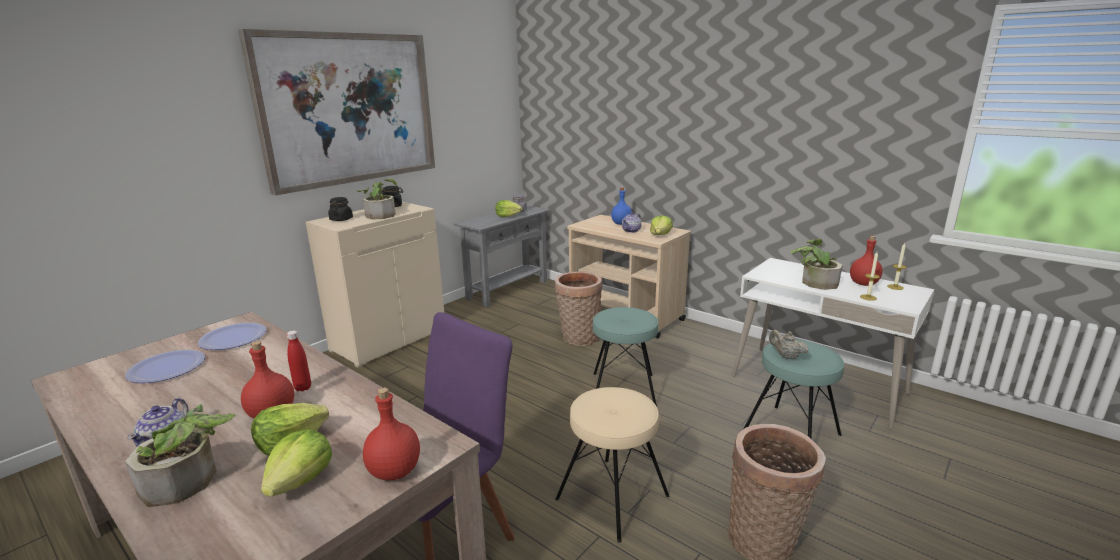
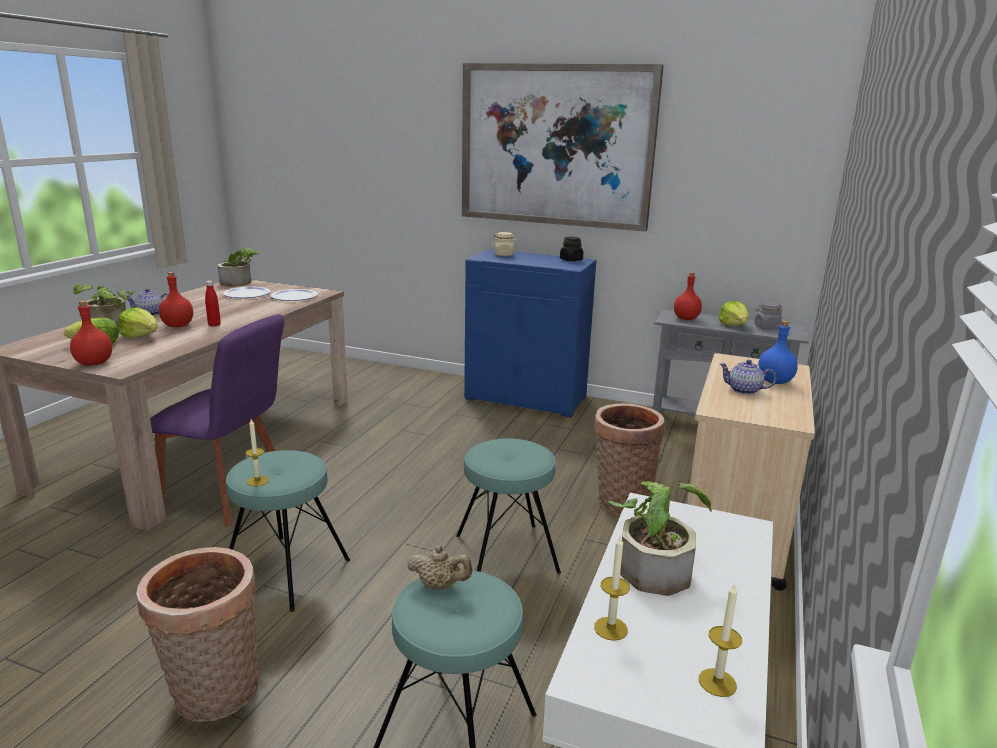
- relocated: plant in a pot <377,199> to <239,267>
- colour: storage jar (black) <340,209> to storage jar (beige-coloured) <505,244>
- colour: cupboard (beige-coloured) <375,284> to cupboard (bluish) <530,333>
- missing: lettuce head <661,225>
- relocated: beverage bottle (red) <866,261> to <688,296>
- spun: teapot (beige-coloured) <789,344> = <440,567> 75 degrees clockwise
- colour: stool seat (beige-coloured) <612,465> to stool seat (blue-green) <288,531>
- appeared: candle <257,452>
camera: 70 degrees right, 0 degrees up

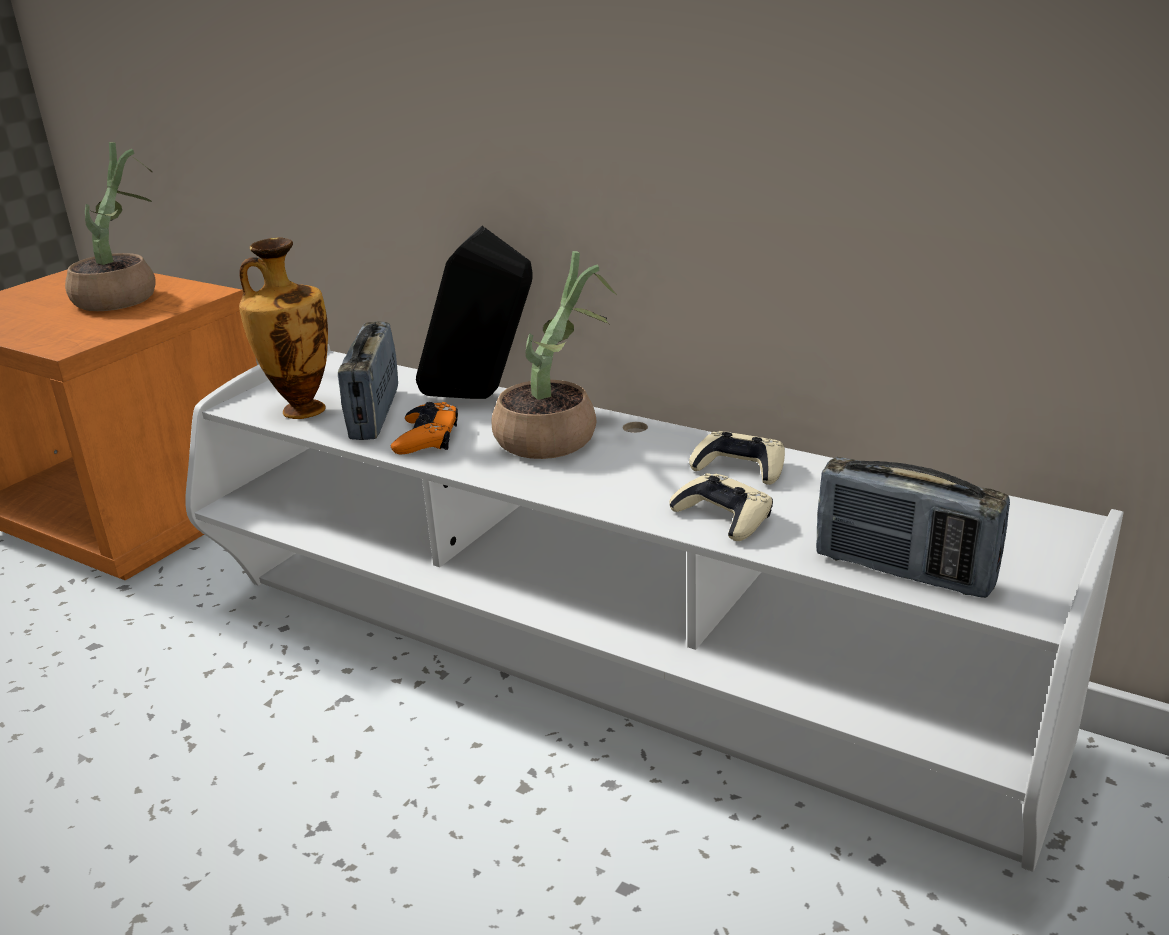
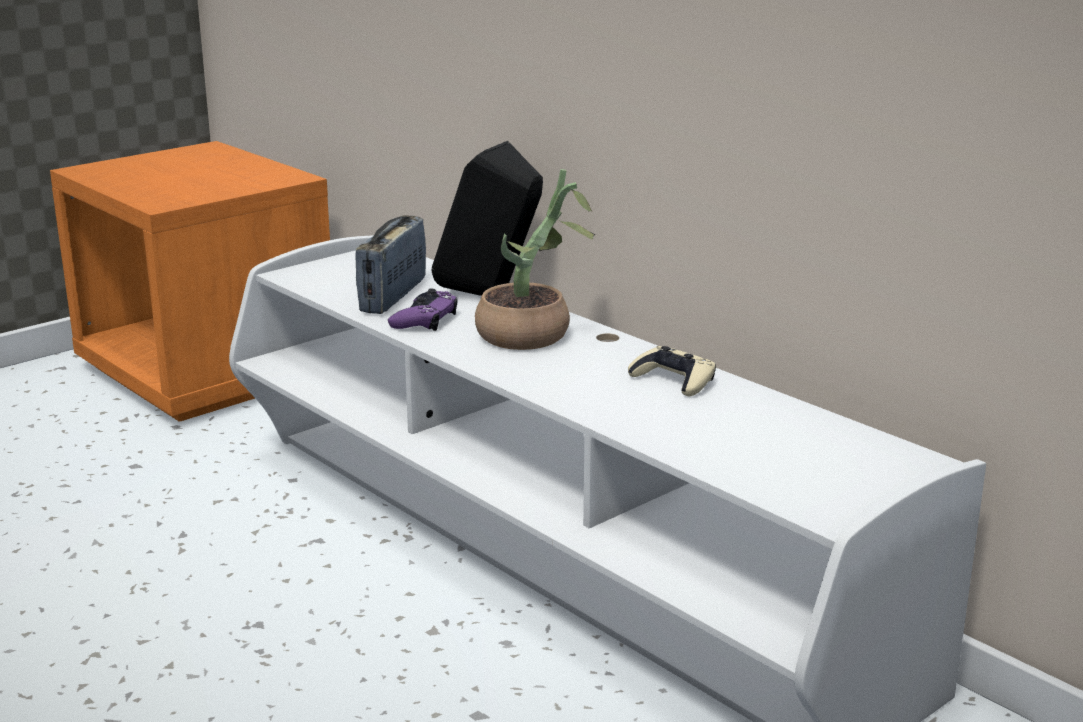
- missing: plant in a pot <110,226>
- missing: decorative vase <283,328>
- colour: joypad (orange) <424,428> to joypad (purple) <423,309>
- missing: radio <913,527>
- missing: joypad (beige-coloured) <721,507>
camera: 15 degrees right, 5 degrees down

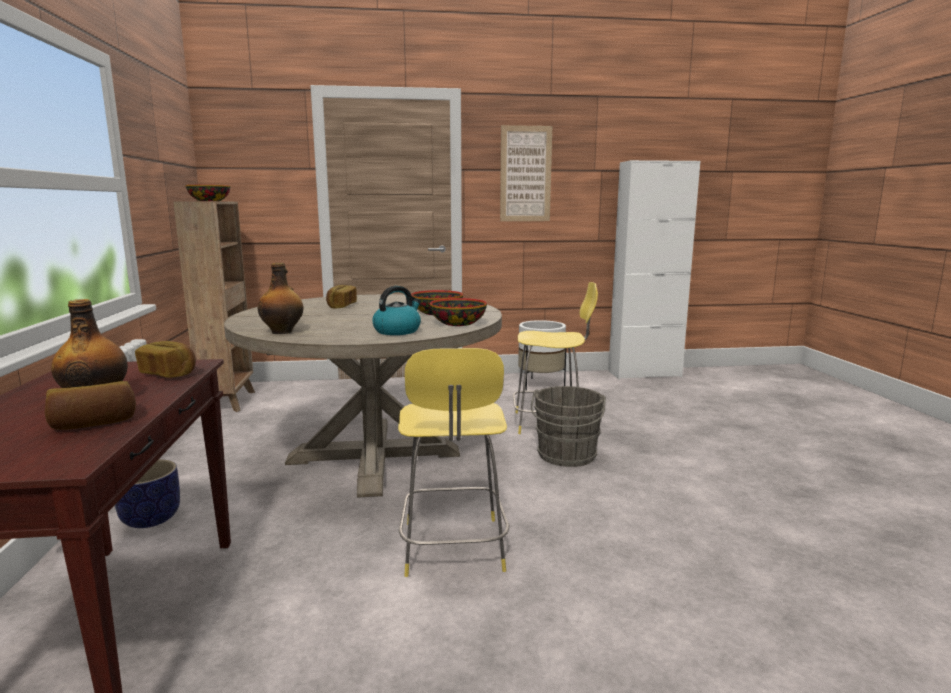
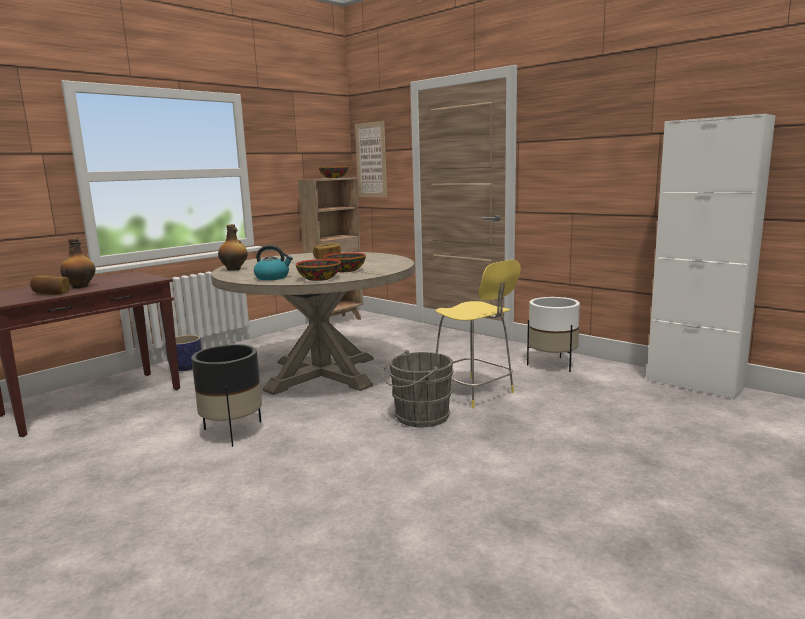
- relocated: wall art <526,173> to <371,159>
- missing: baked bread <165,359>
- exchanged: stool seat (yellow-coloured) <453,462> to plant pot (black) <226,395>
camera: 50 degrees right, 0 degrees up

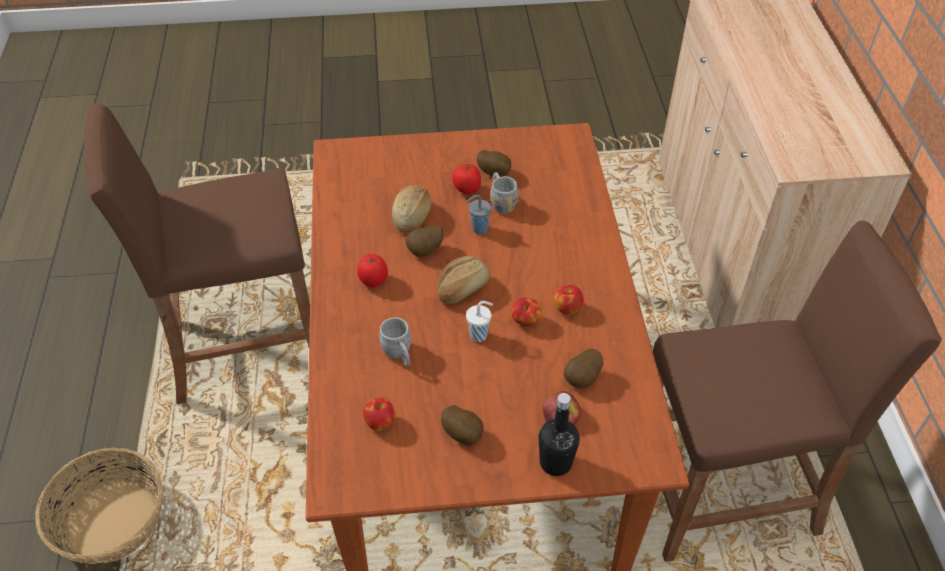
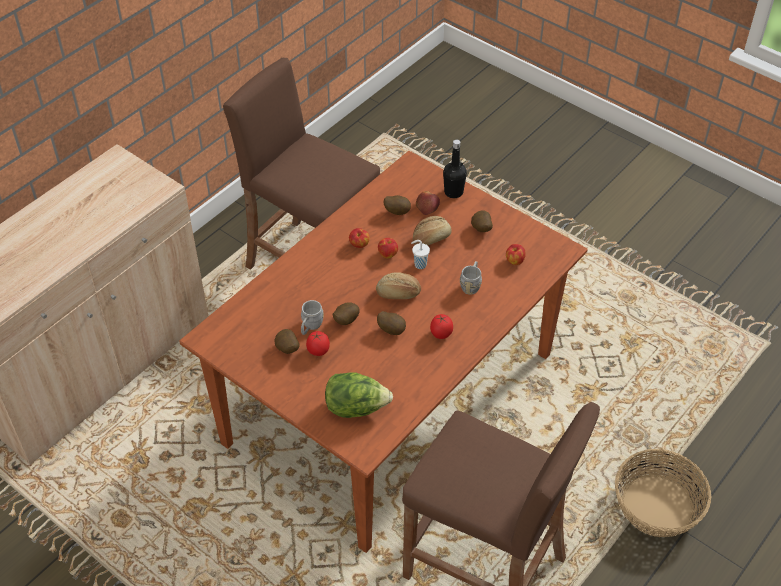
- relocated: baked bread <411,209> to <432,231>
- exchanged: small cup (greyish) <479,214> to potato <346,314>
- appeared: lettuce head <359,395>
camera: 135 degrees left, 0 degrees up

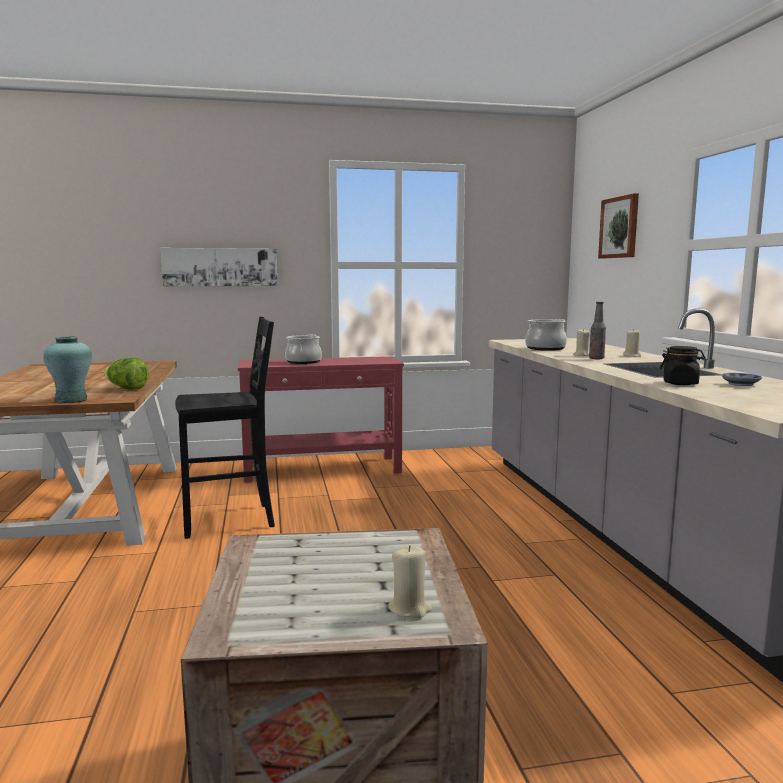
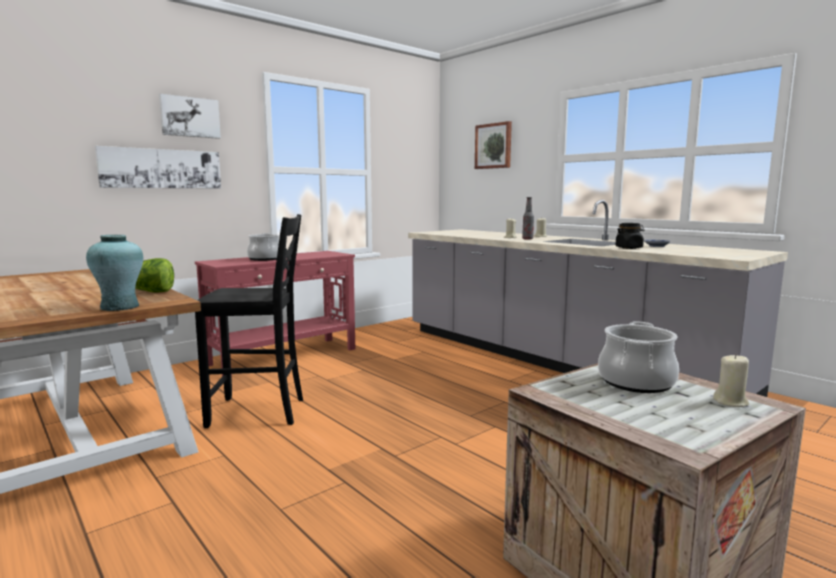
- spun: chair (black) <225,428> = <249,321> 45 degrees clockwise
- relocated: saucepot <546,335> to <638,357>
- appeared: wall art <190,116>
camera: 30 degrees left, 0 degrees up

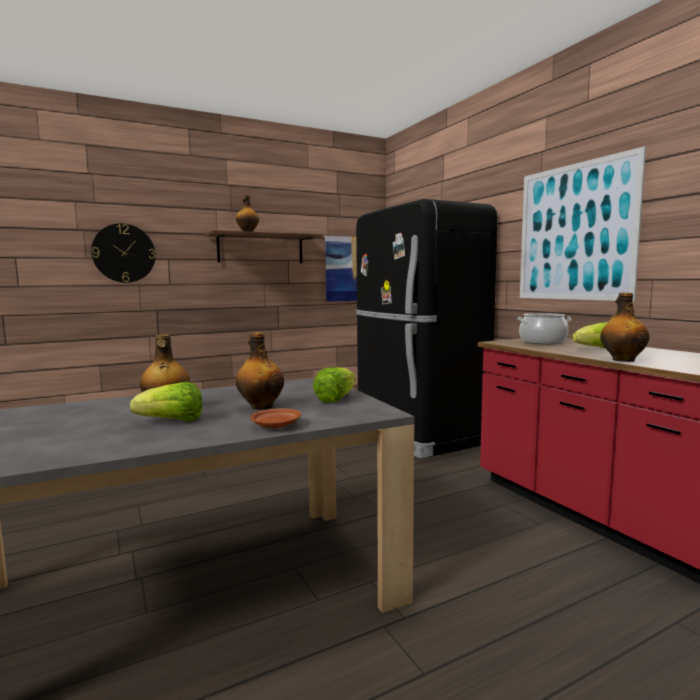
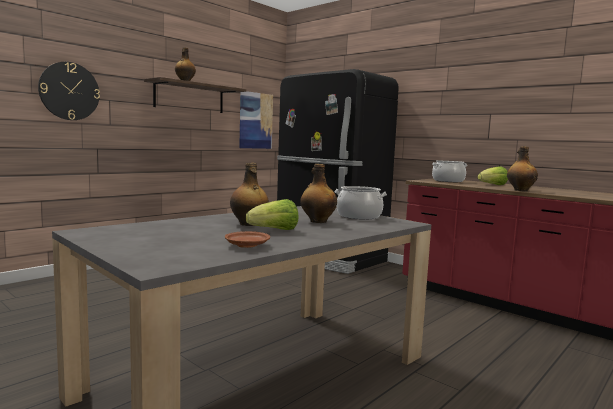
- missing: wall art <583,223>
- exchanged: lettuce head <334,385> to saucepot <361,203>
- relocated: plate (brown-coloured) <275,418> to <247,239>
camera: 20 degrees left, 0 degrees up

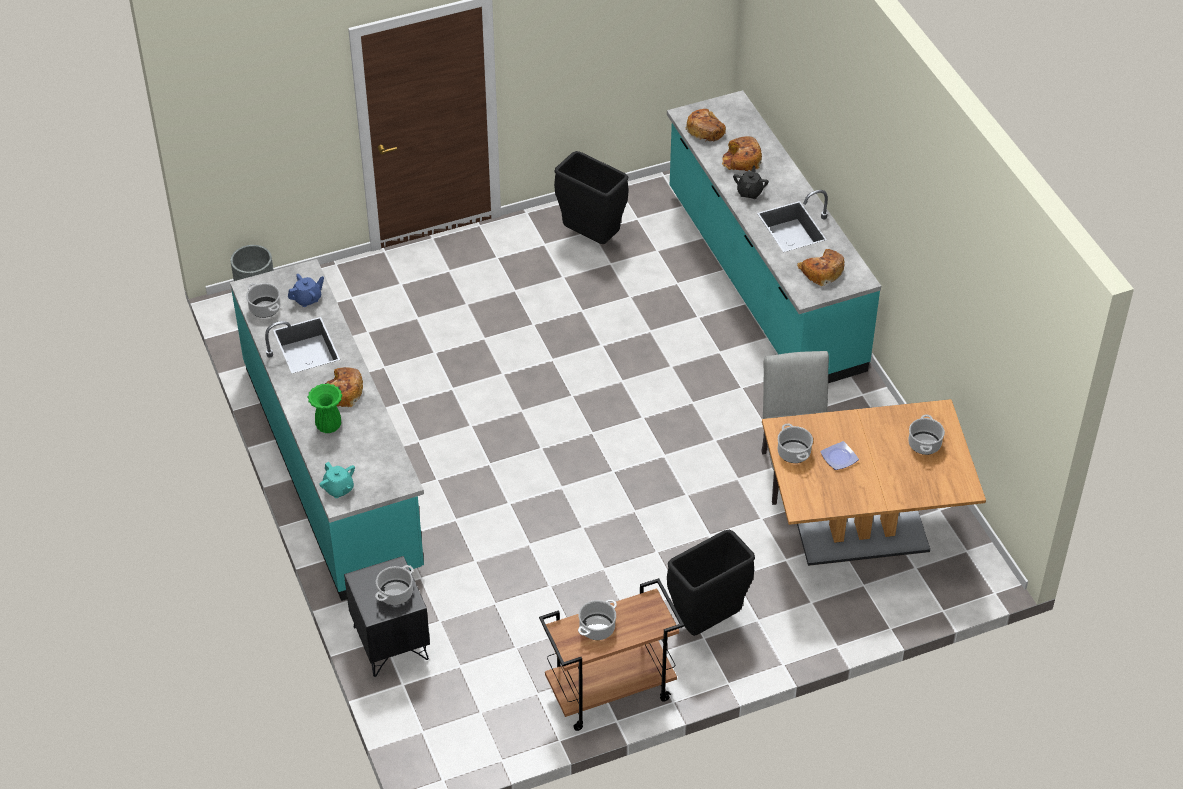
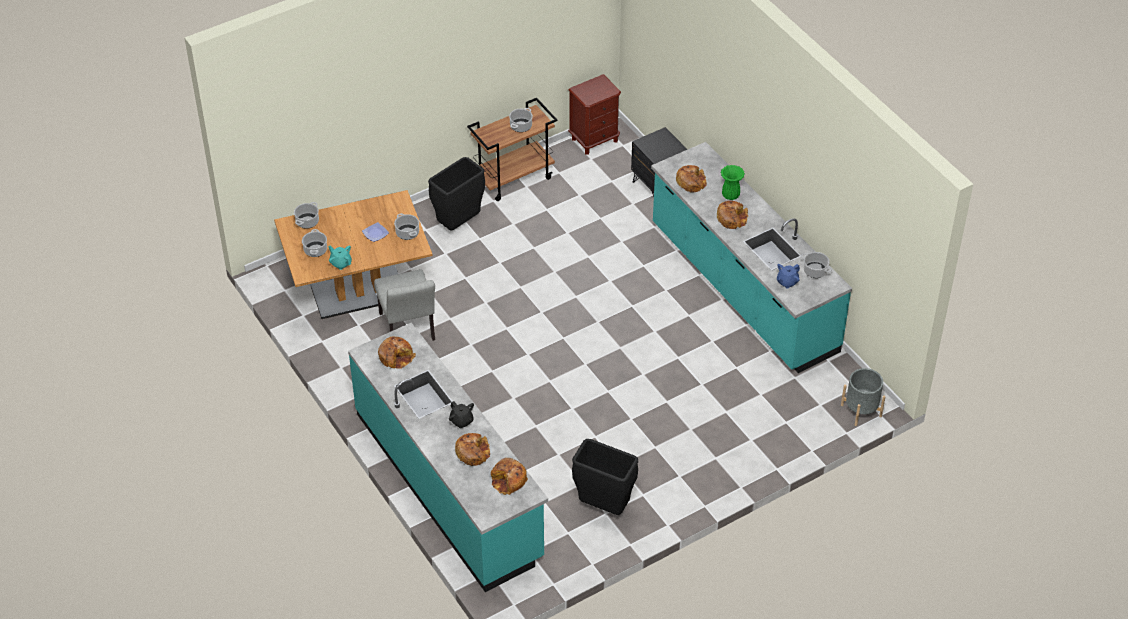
- spun: teapot (black) <751,182> = <461,414> 45 degrees counterclockwise
- relocated: teapot (blue-green) <337,480> to <340,257>
- relocated: saucepot <394,585> to <306,215>
- appeared: bedside table (brown-coloured) <594,114>
- appeared: baked bread <691,179>
camera: 170 degrees right, 0 degrees up

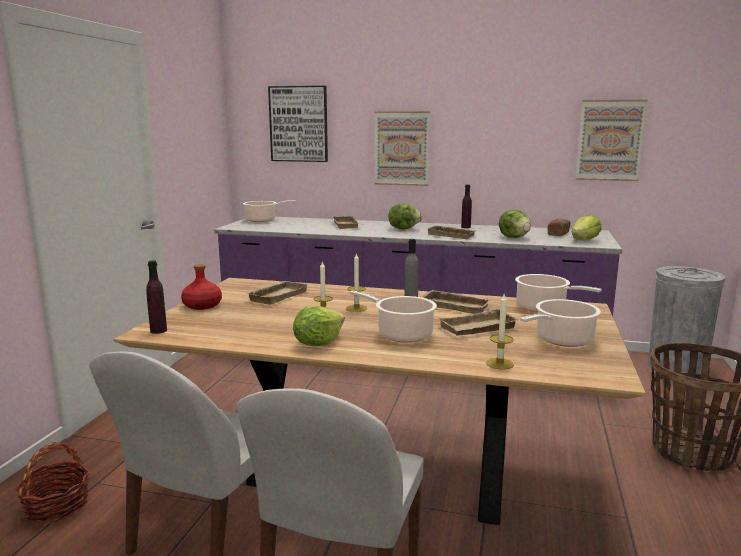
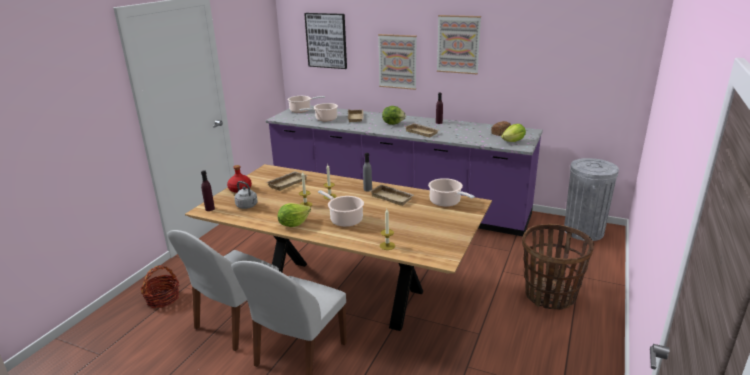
- relocated: wall art <612,140> to <459,44>
- missing: lettuce head <515,224>
- relocated: saucepot <560,323> to <319,112>
- missing: carrying tray (beige-coloured) <479,322>
- appeared: water kettle (greyish) <245,195>
camera: 10 degrees right, 10 degrees up

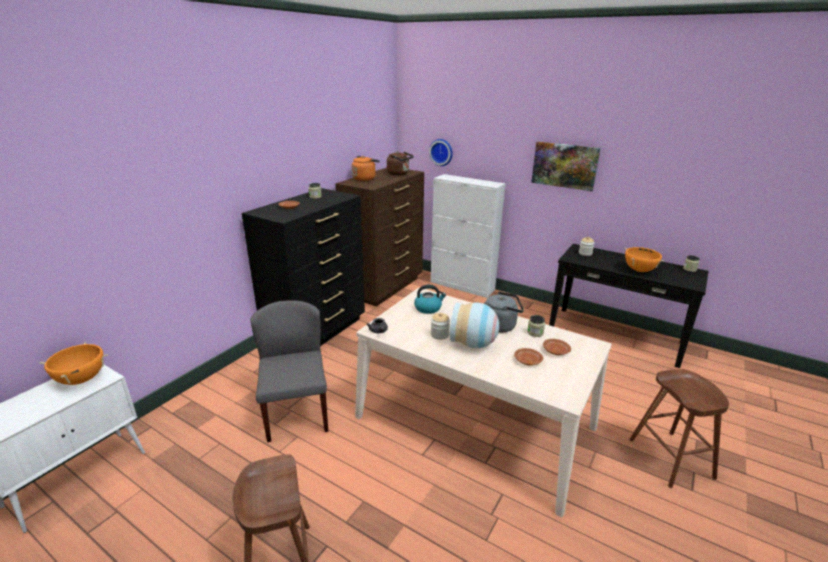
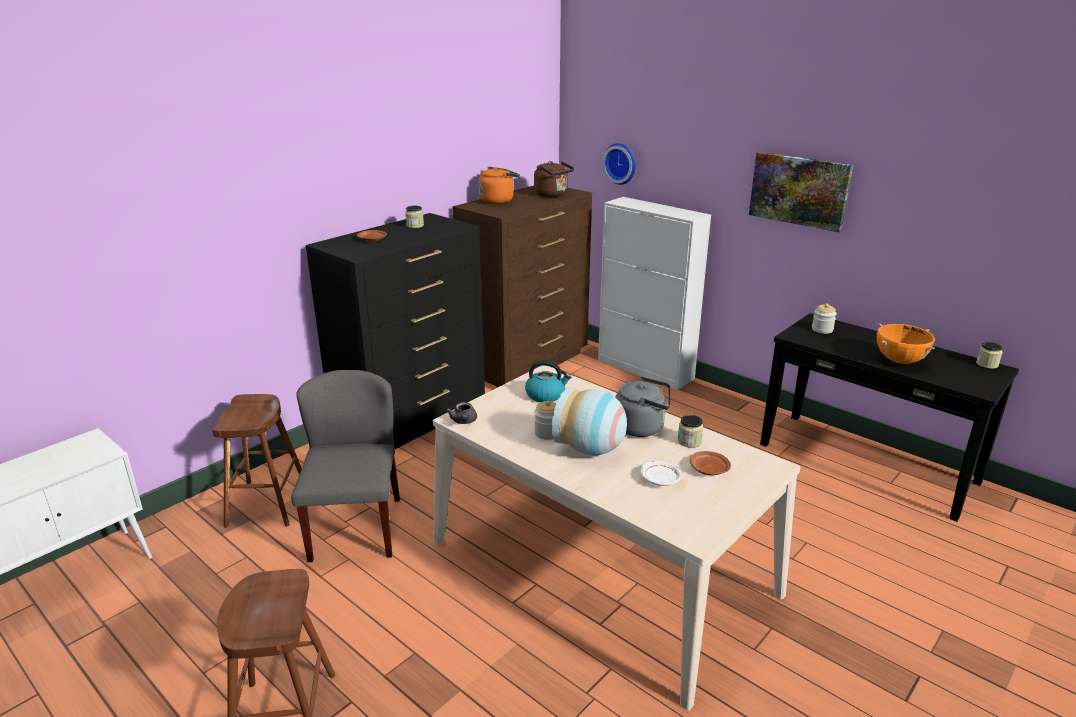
- missing: saucepot (orange) <73,363>
- colour: plate (brown-coloured) <528,357> to plate (white) <662,473>
- relocated: stool seat (brown-coloured) <679,428> to <257,461>
camera: 10 degrees right, 0 degrees up

